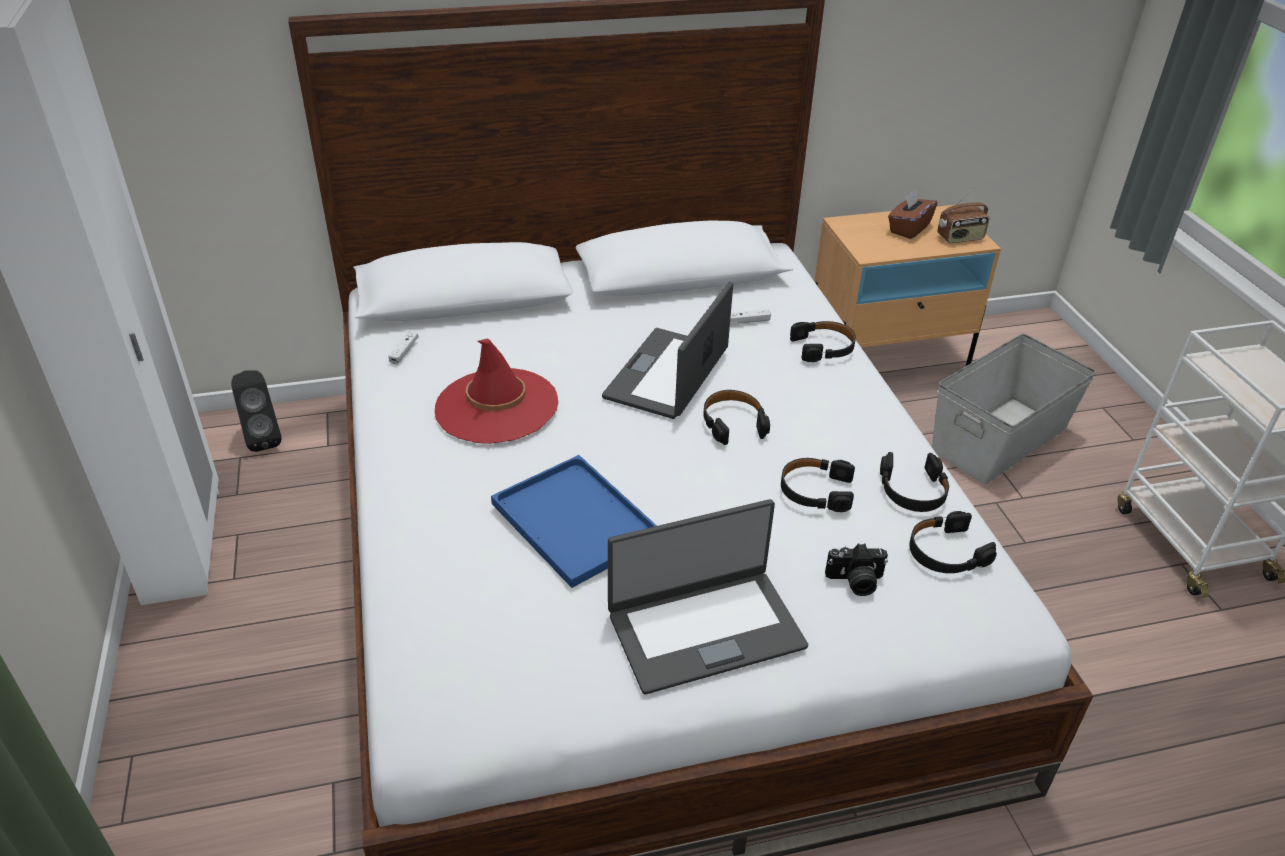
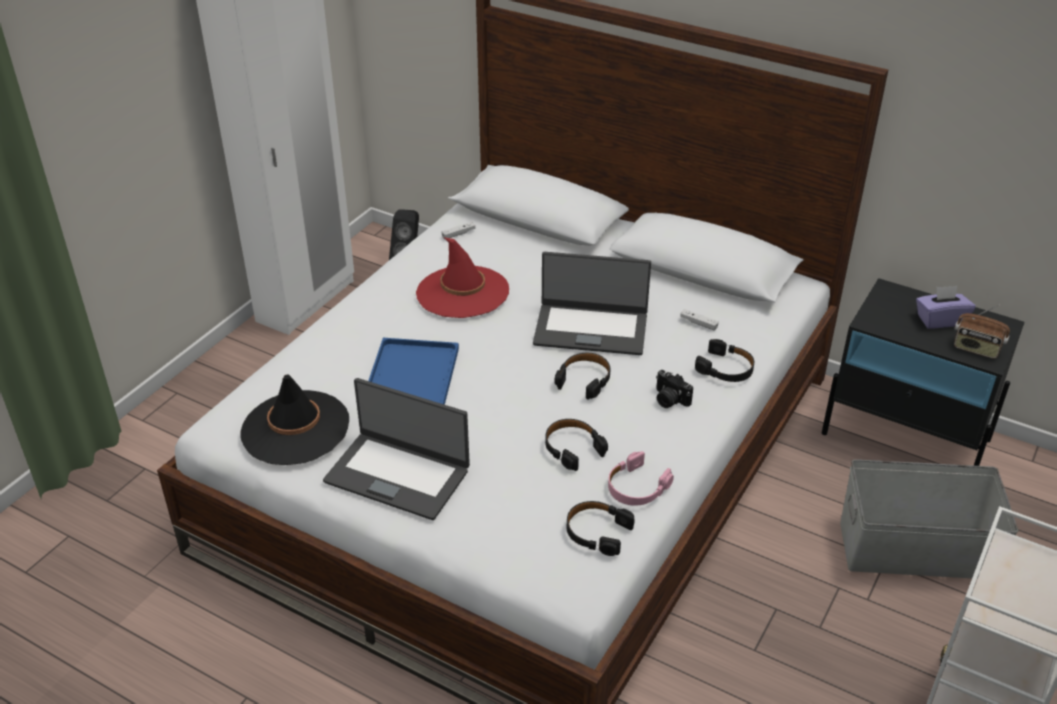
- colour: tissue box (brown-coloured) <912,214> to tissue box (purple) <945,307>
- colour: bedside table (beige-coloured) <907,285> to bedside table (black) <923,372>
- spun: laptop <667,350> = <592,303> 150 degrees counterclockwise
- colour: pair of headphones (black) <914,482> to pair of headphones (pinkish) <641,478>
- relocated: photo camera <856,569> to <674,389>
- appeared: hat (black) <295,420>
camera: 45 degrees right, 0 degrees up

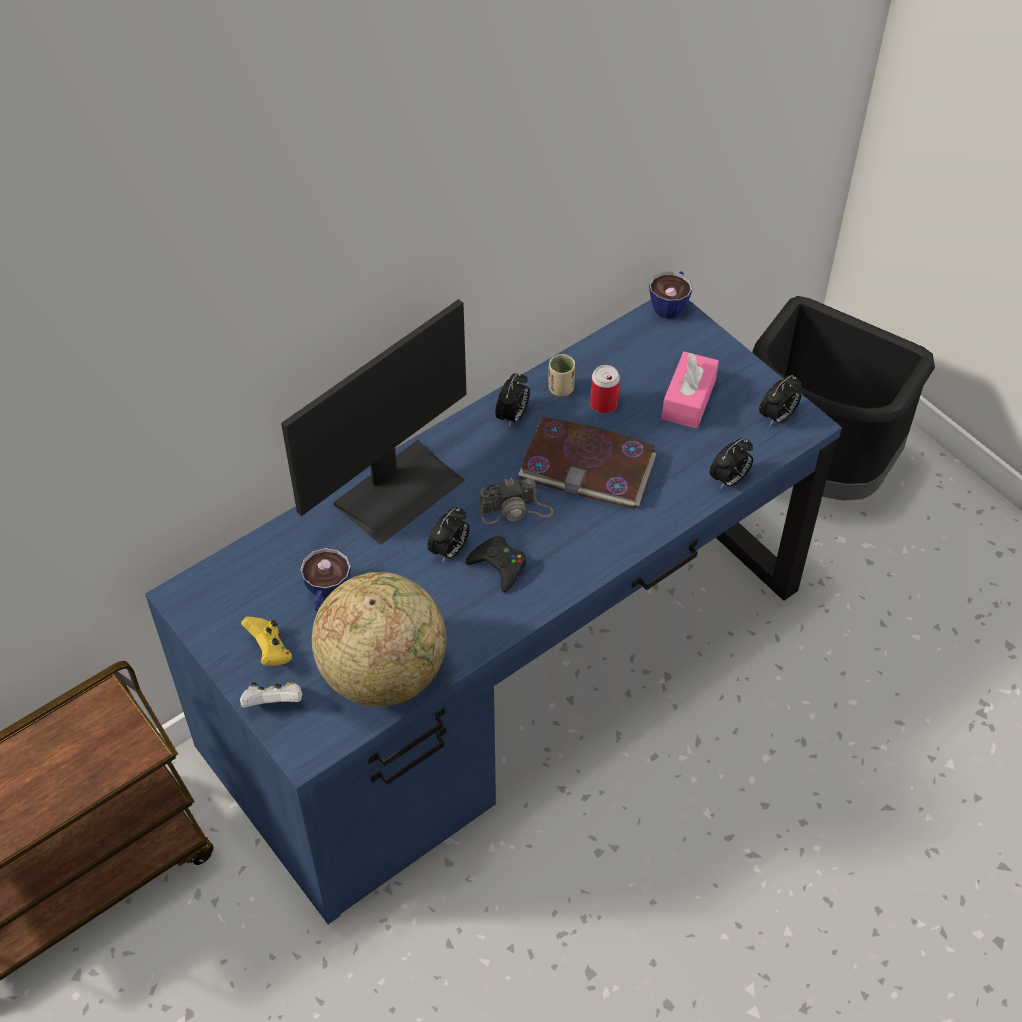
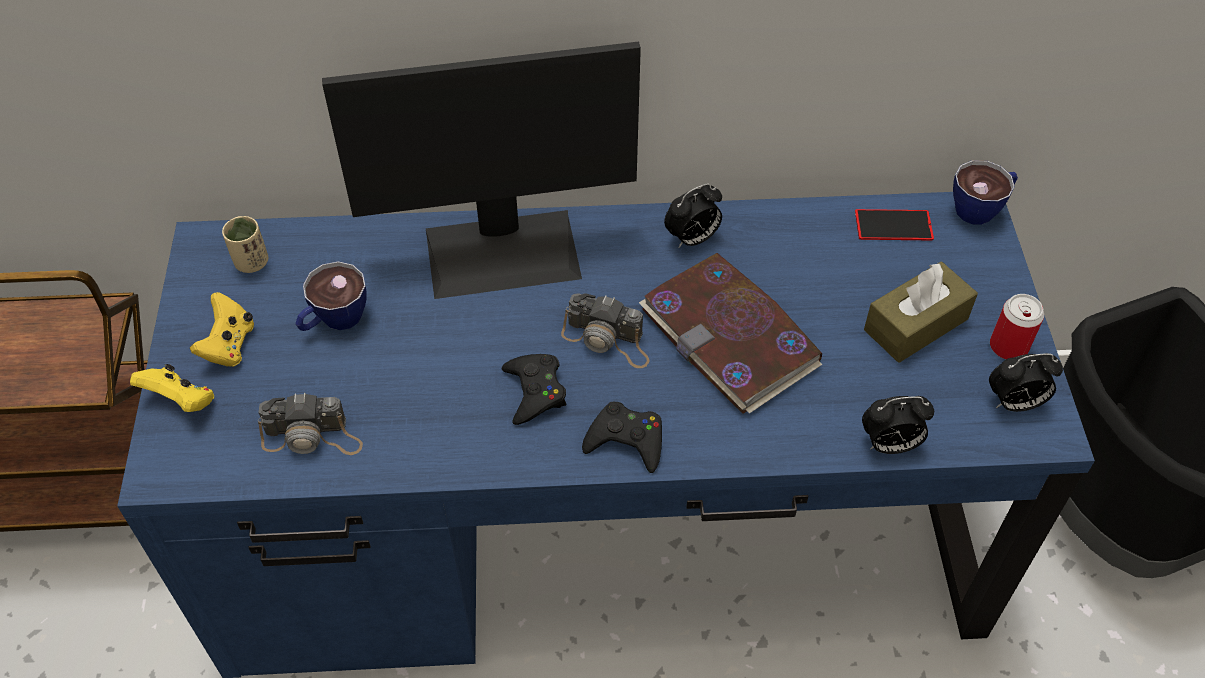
- colour: tissue box (pinkish) <690,390> to tissue box (brown-coloured) <921,312>
- relocated: small cup (beige-coloured) <562,375> to <245,244>
- relocated: can <605,389> to <1017,326>
- missing: bedside clock <448,534>
- exchanged: globe <379,639> to photo camera <310,424>
- colour: joypad (white) <271,695> to joypad (yellow-coloured) <172,388>
- appeared: phone <894,224>
- appeared: joypad (black) <622,437>
camera: 35 degrees right, 0 degrees up

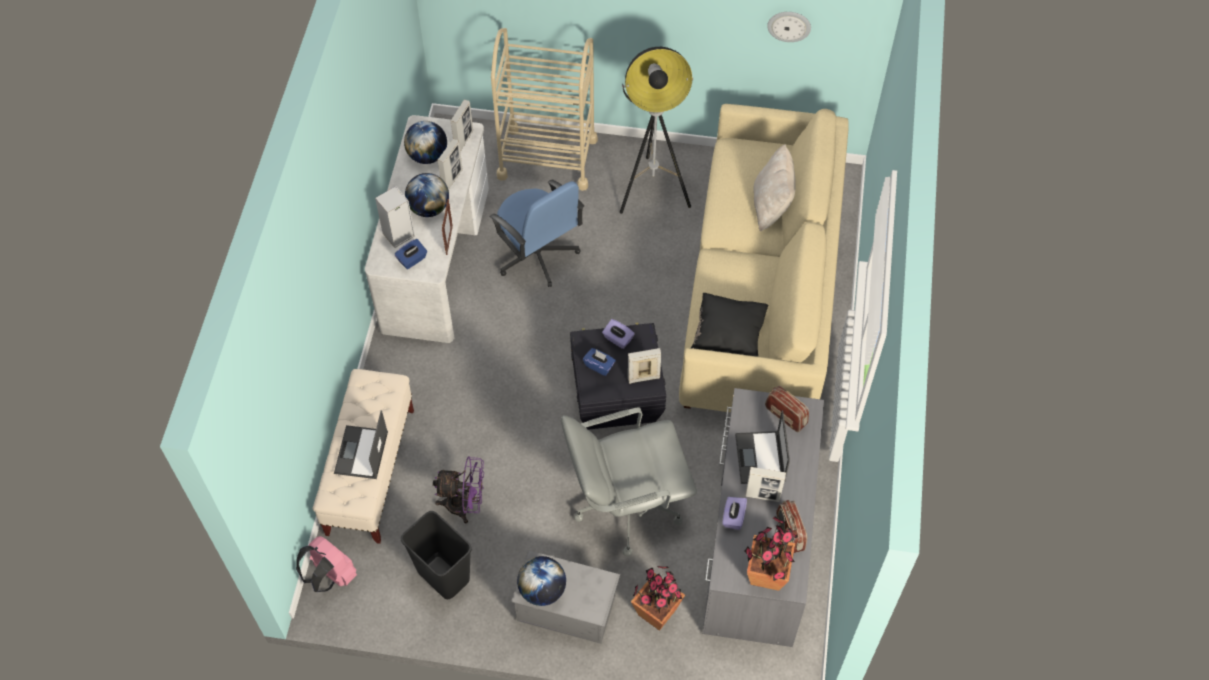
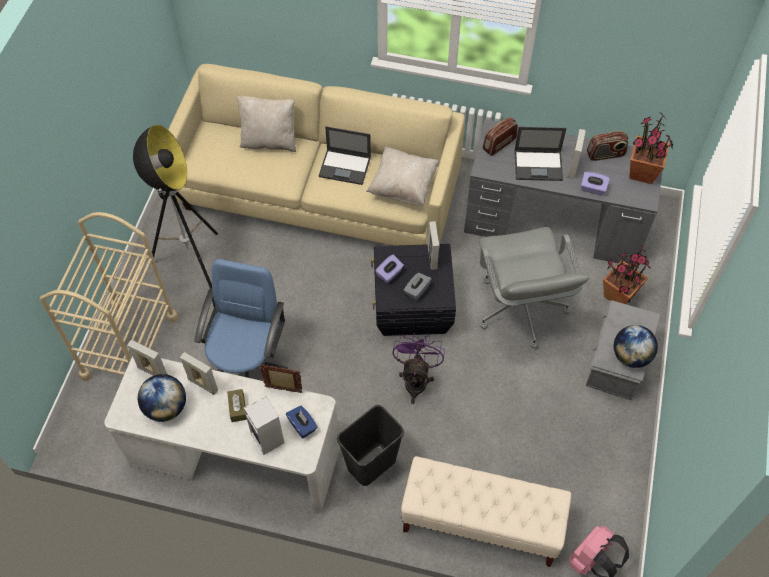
- missing: hanging clock <789,27>
- exchanged: globe <427,195> to tissue box (brown-coloured) <237,405>
- spun: desk chair (bluish) <537,233> = <241,318> 45 degrees counterclockwise
- colour: pillow (black) <730,325> to pillow (beige-coloured) <403,176>
- colour: tissue box (bluish) <599,362> to tissue box (greyish) <417,287>
- relocated: laptop <361,444> to <345,155>
- relocated: fan (purple) <458,489> to <418,368>
- relocated: trash can (black) <436,555> to <370,445>
camera: 85 degrees left, 0 degrees up

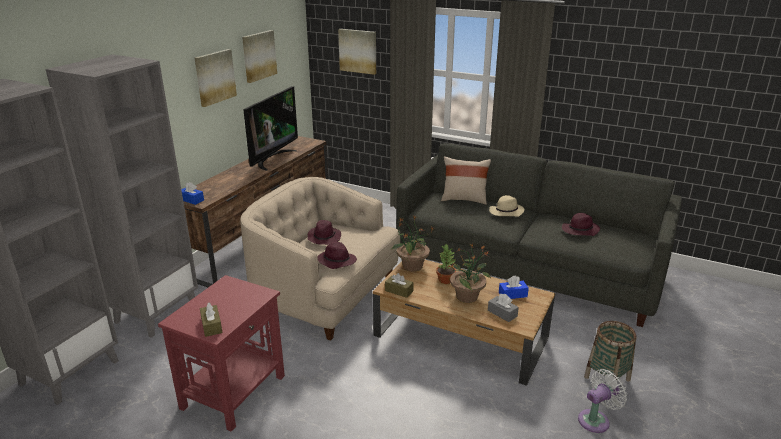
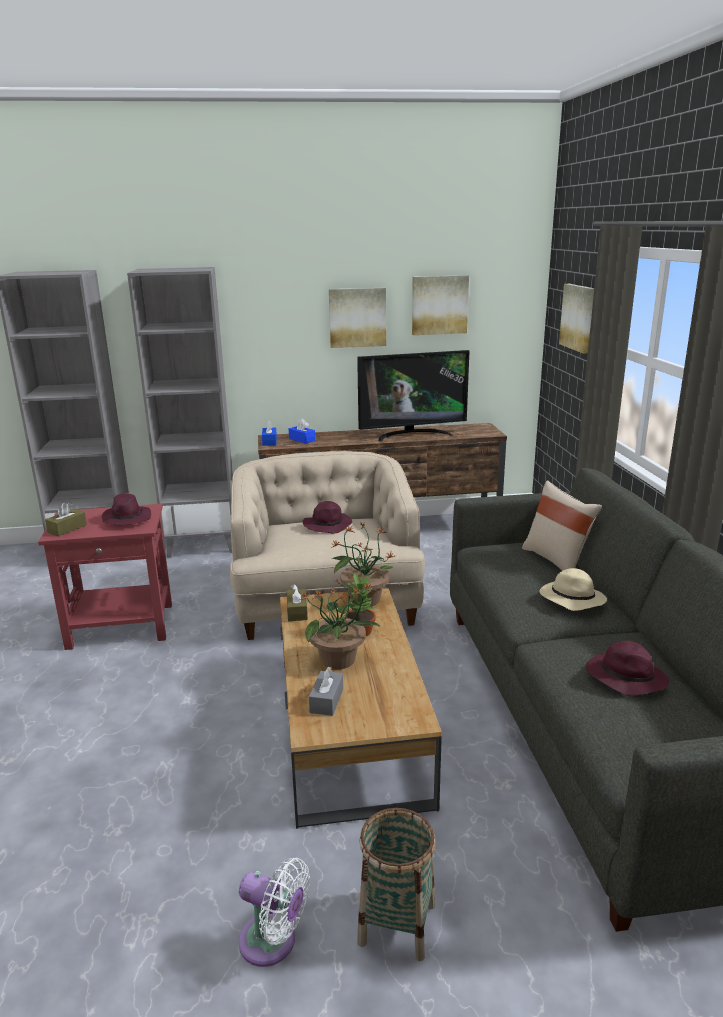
- relocated: hat (purple) <337,255> to <126,509>
- relocated: tissue box (bluish) <514,287> to <302,431>
camera: 55 degrees right, 5 degrees down

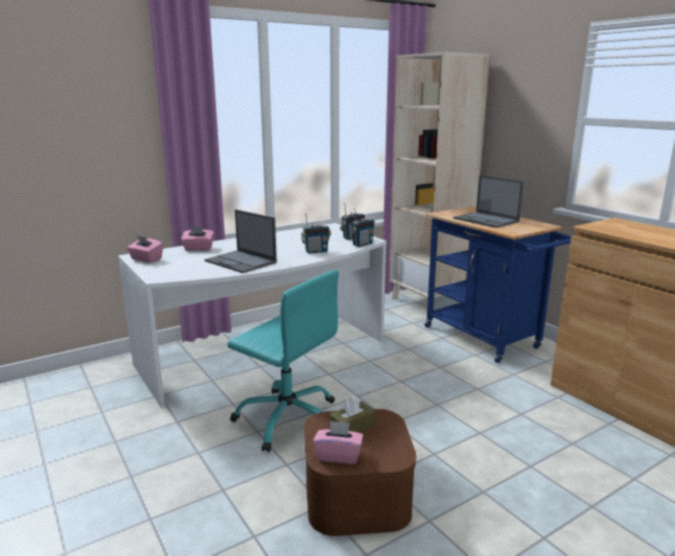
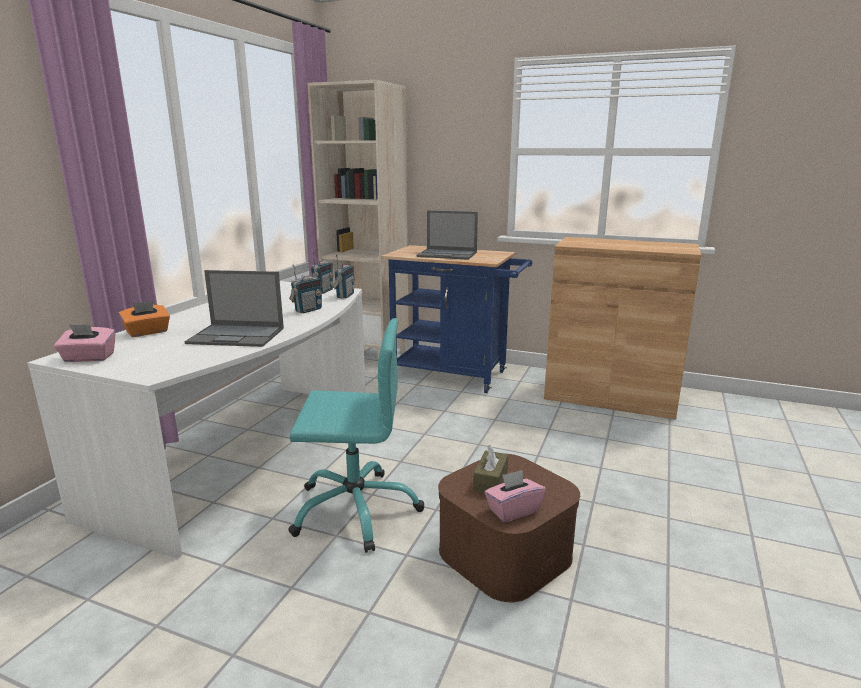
- colour: tissue box (pinkish) <197,239> to tissue box (orange) <144,319>
camera: 35 degrees left, 0 degrees up

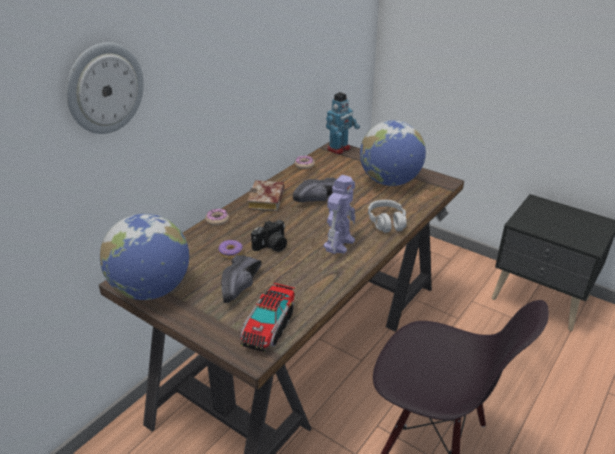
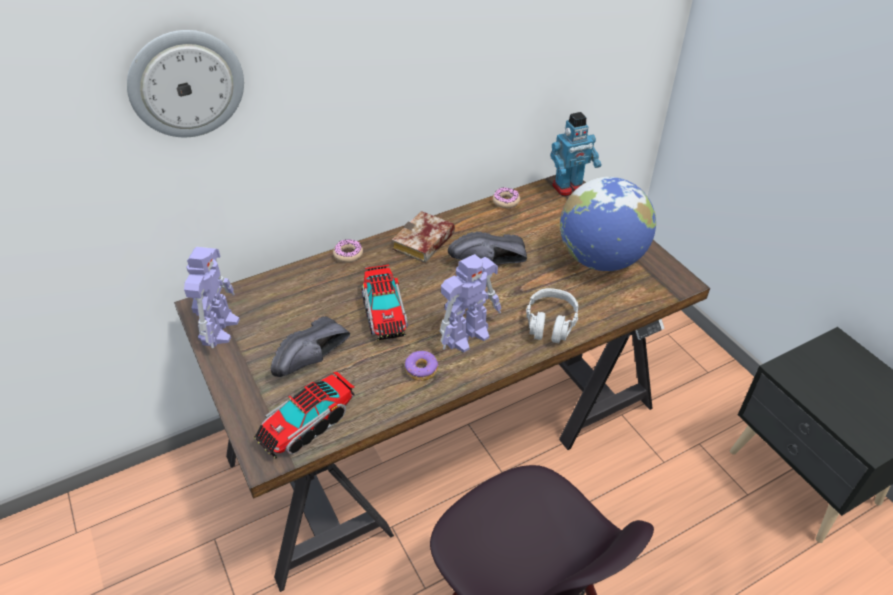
- exchanged: globe <144,257> to robot figure <212,297>
- exchanged: photo camera <269,236> to model truck <384,302>
- relocated: doughnut <231,249> to <422,366>
camera: 25 degrees right, 10 degrees up

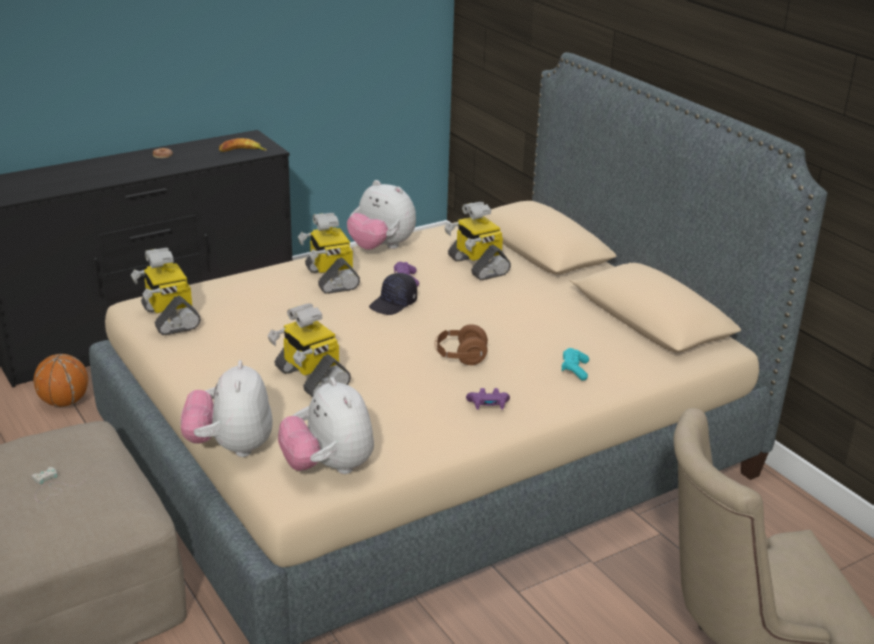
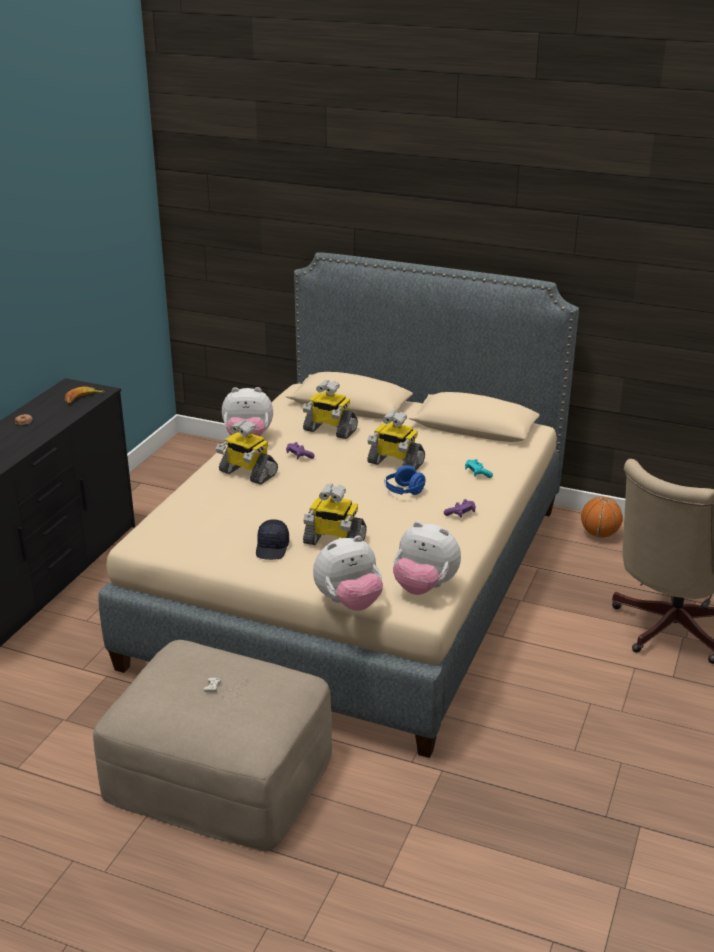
- relocated: robot figure <166,291> to <396,440>
- relocated: baseball cap (black) <393,294> to <272,539>
- colour: pair of headphones (brown-coloured) <461,344> to pair of headphones (bluish) <404,480>
- relocated: basketball <60,380> to <602,517>
- spun: plush toy <227,408> = <348,573> 75 degrees counterclockwise
camera: 35 degrees left, 0 degrees up

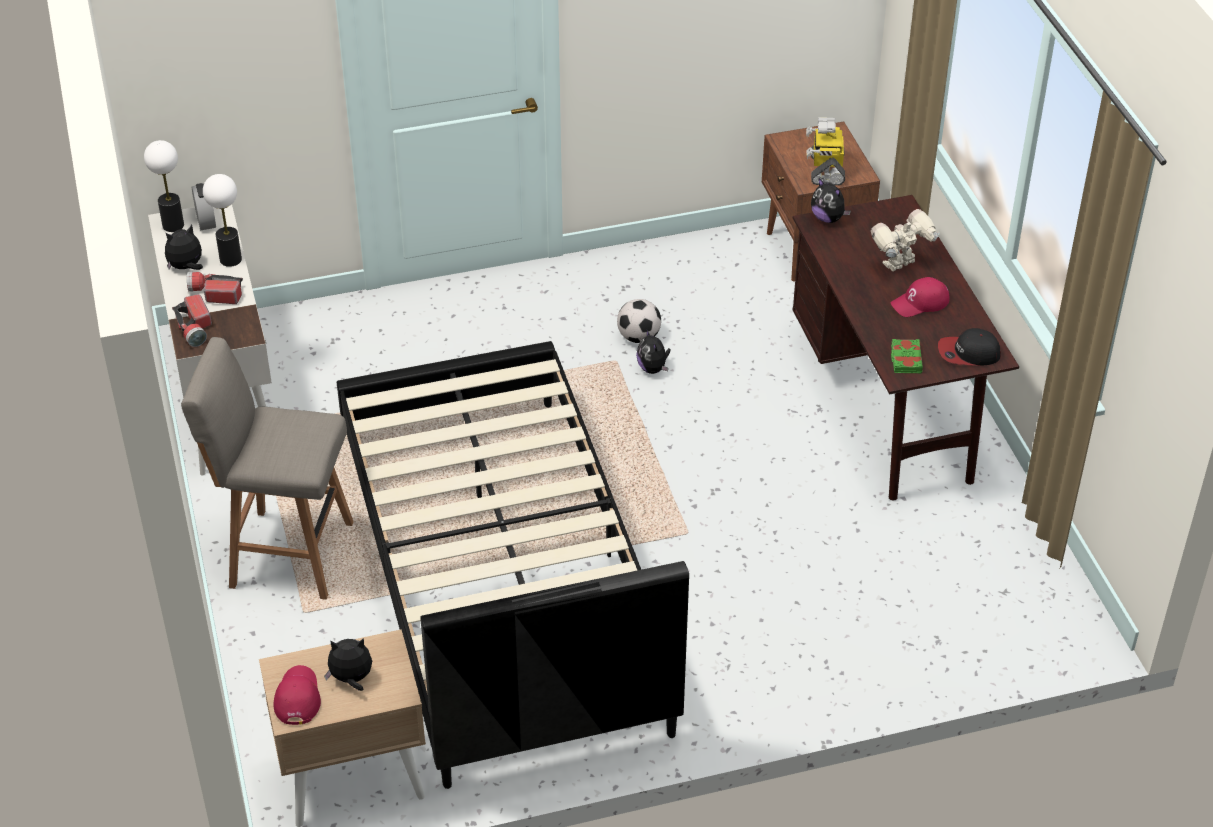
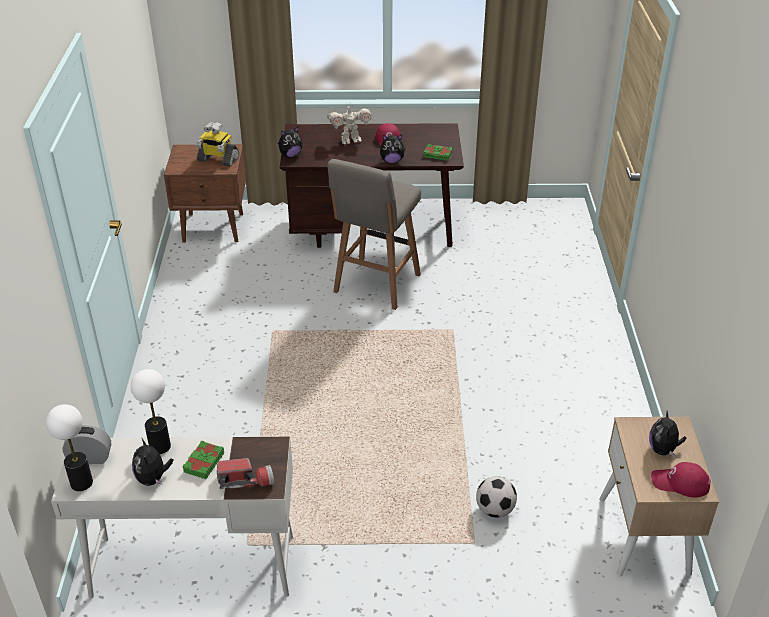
- spun: robot figure <905,240> = <349,123> 90 degrees counterclockwise
- exchanged: torch <215,288> to volume (green) <203,459>
- relocated: football ball <639,321> to <496,497>
- missing: baseball cap <969,347>
- relocated: plush toy <653,351> to <393,148>
- relocated: stool seat (greyish) <267,468> to <374,234>
- missing: sleeping bed (black) <513,565>
camera: 75 degrees left, 5 degrees down

